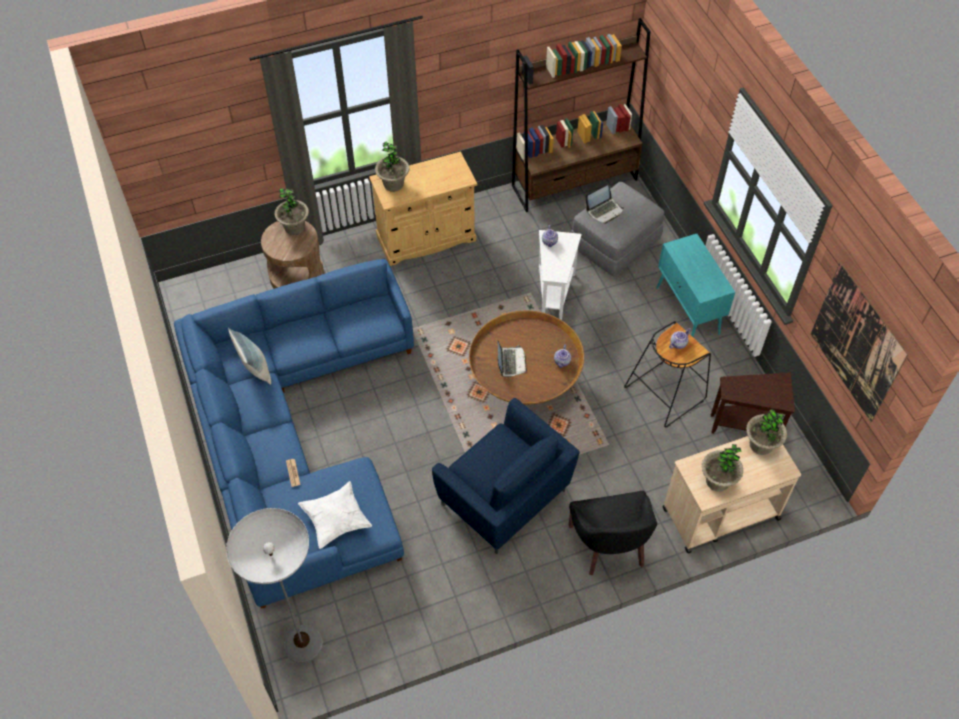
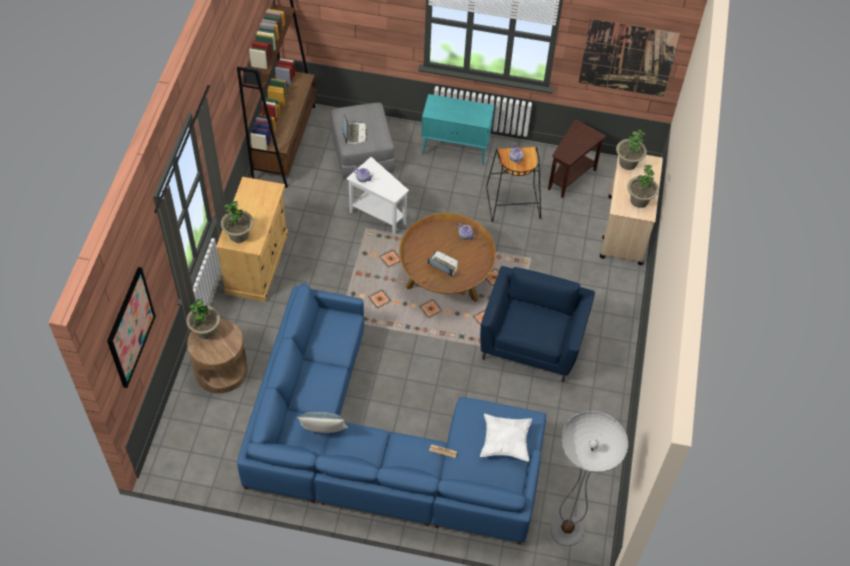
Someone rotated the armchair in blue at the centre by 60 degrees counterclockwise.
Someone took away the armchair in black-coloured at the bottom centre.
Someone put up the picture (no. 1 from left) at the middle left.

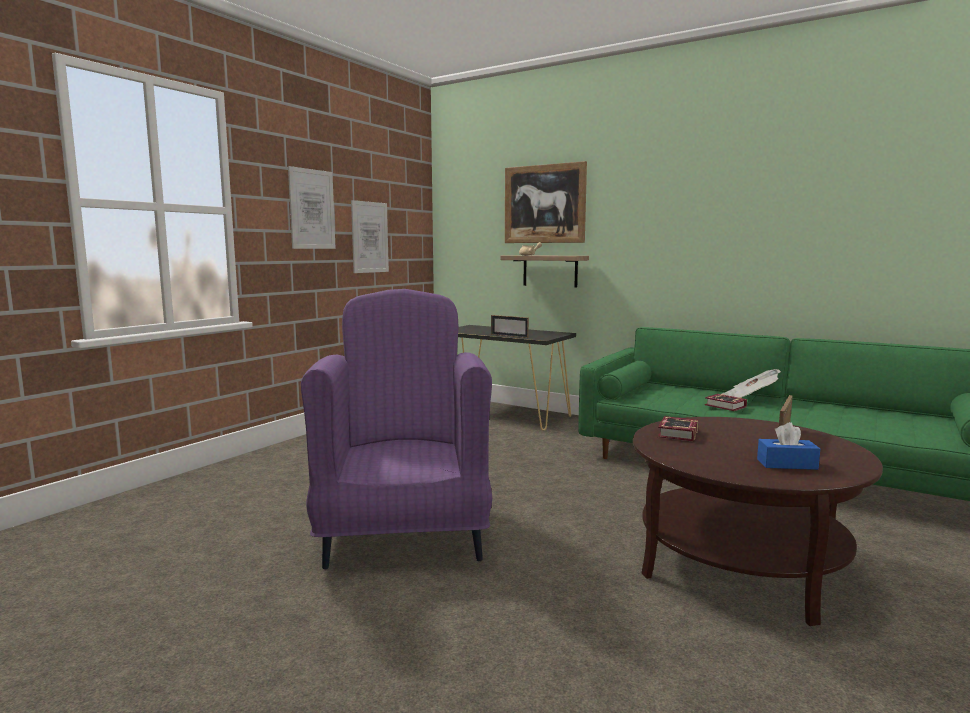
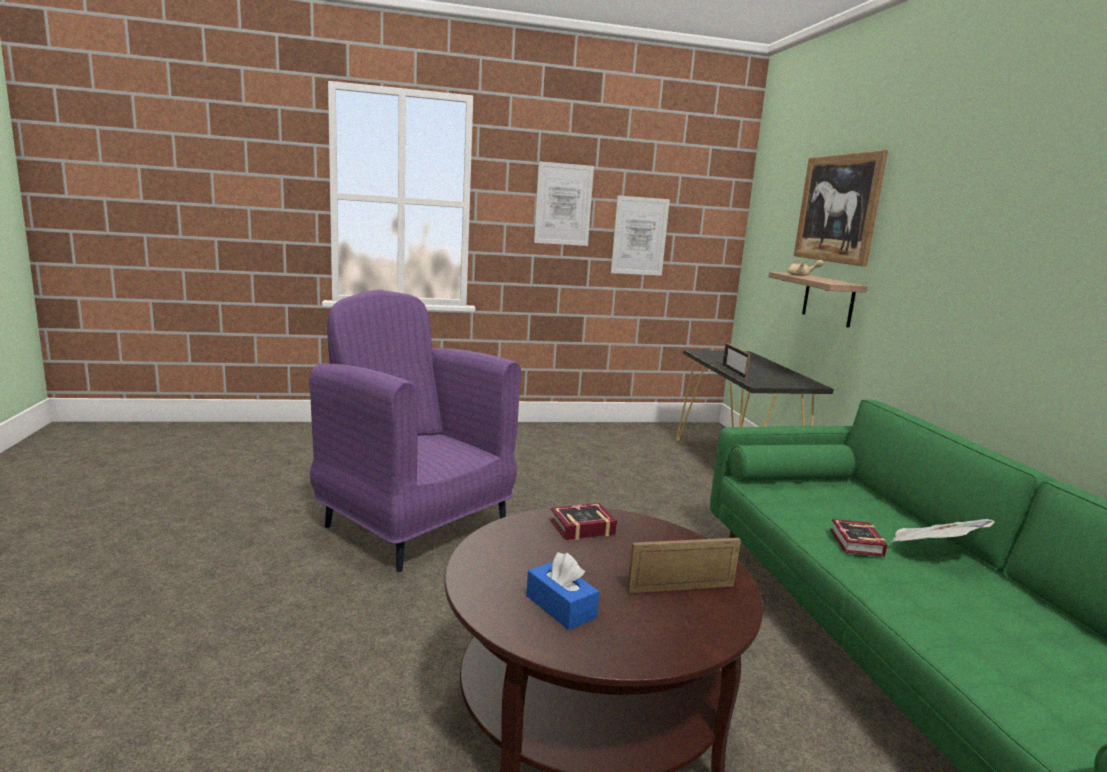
Someone rotated the armchair in purple at the centre by 90 degrees counterclockwise.

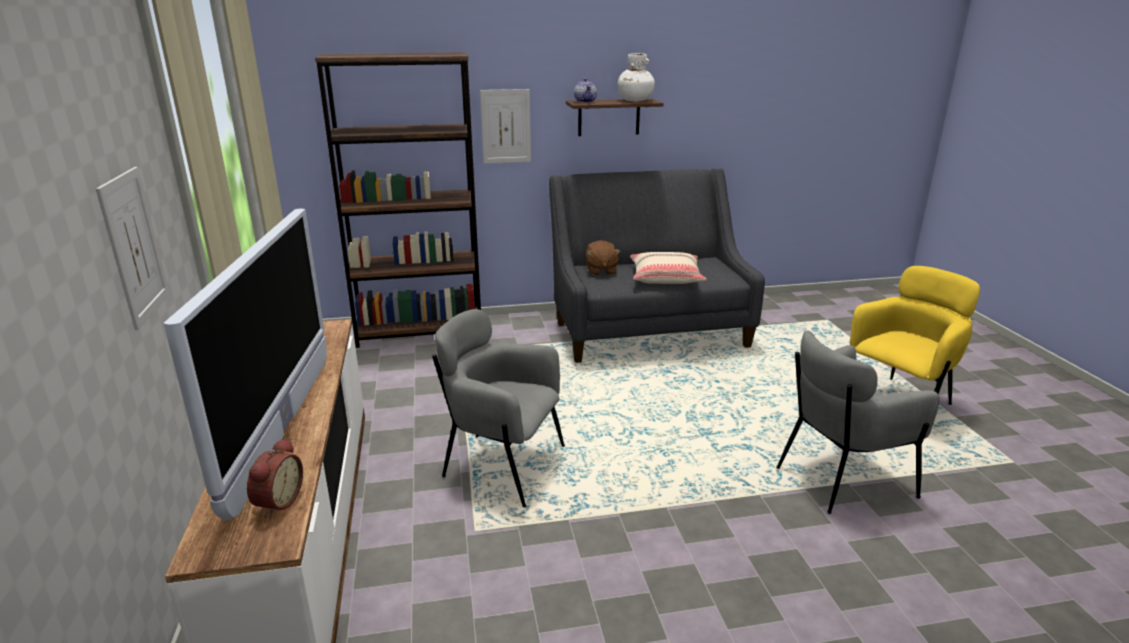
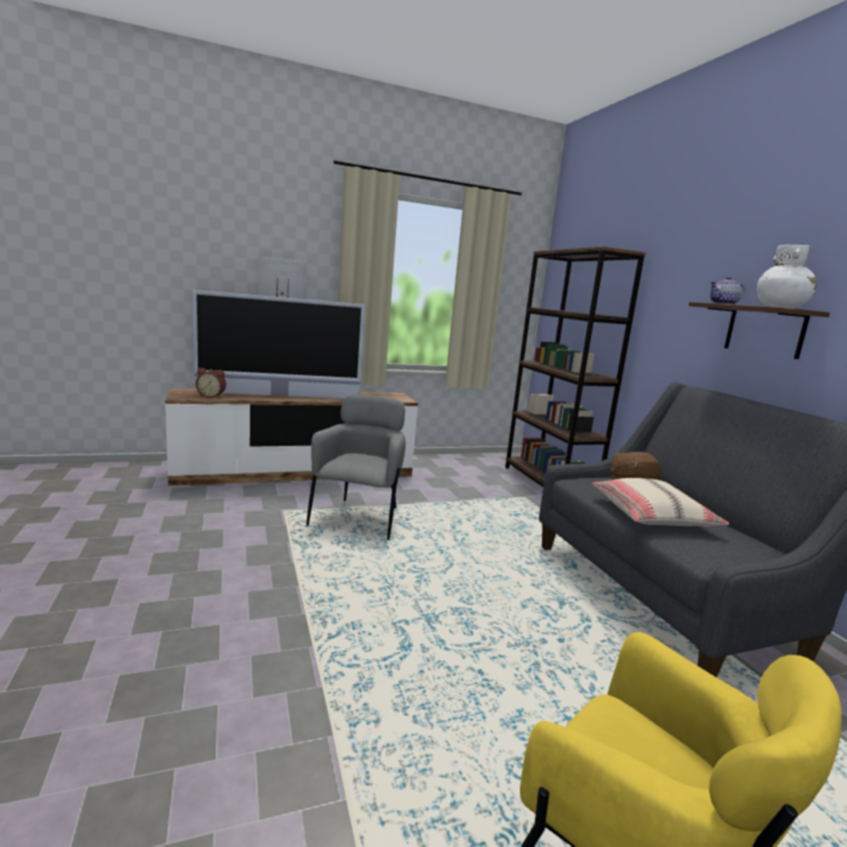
Someone took away the picture (no. 2 from left) at the top centre.
Someone took away the armchair in grey (no. 2 from left) at the middle right.

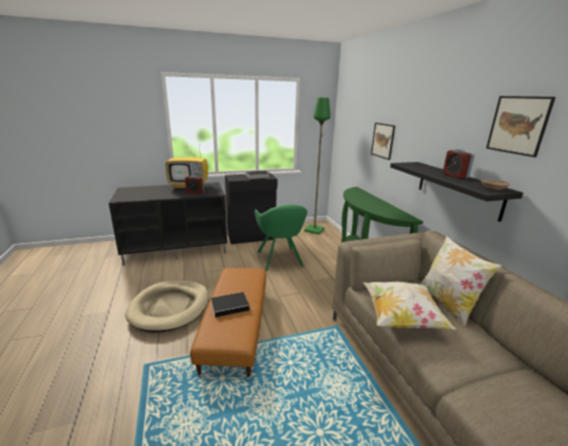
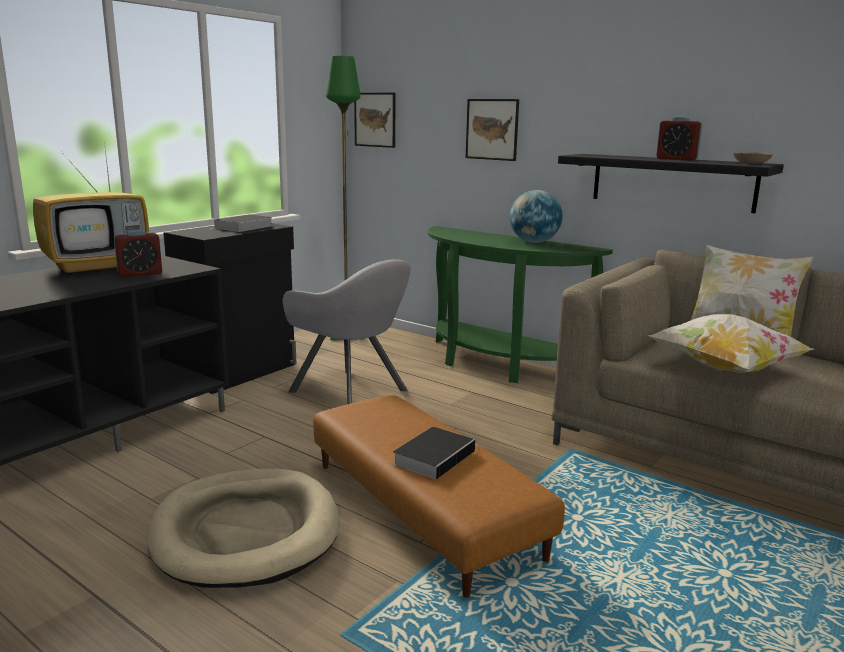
Someone carried the picture (no. 2 from left in the first image) from the top right to the top centre.
Someone repainted the armchair in greenish at the centre, which became the armchair in grey at the centre.
Someone put down the globe at the top centre.

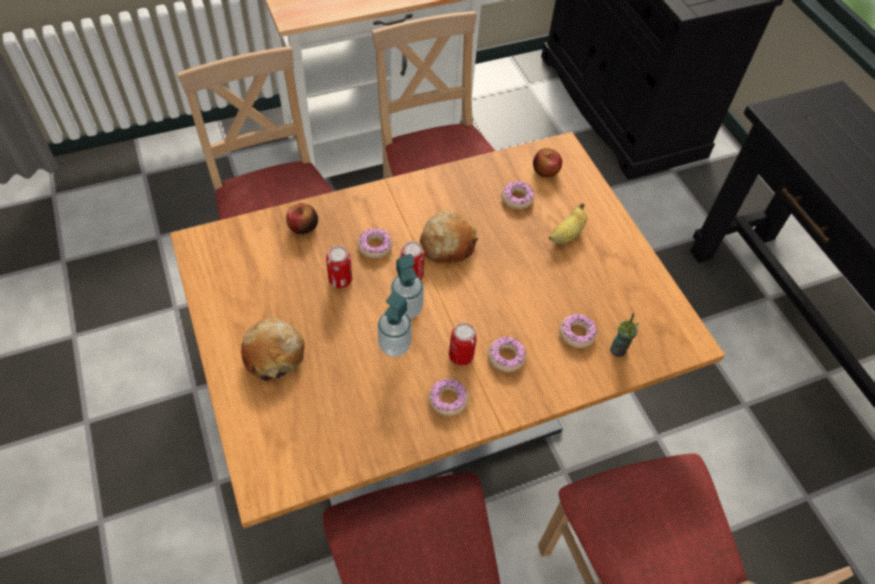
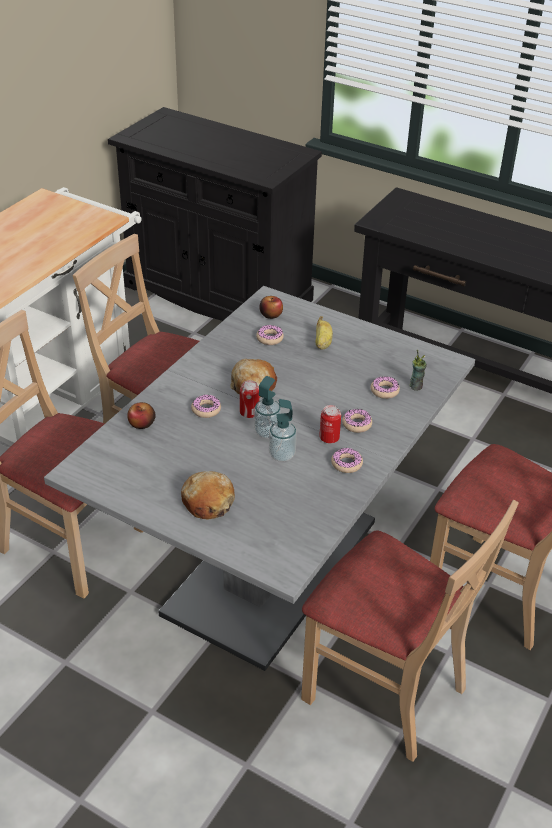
Someone repainted the kitchen table in brown-coloured at the centre, which became the kitchen table in grey at the centre.
Someone took away the can (no. 1 from left) at the centre.

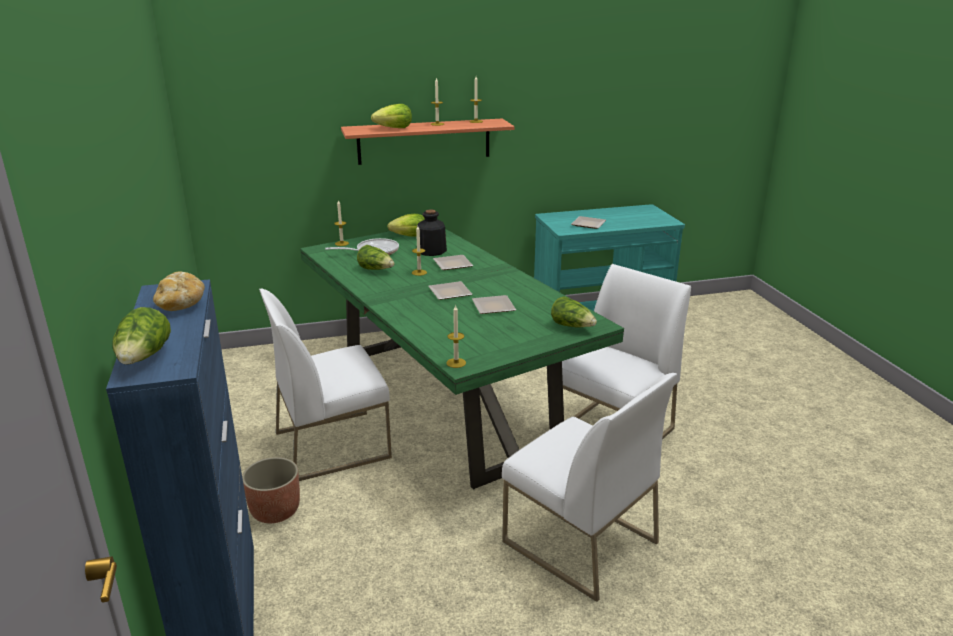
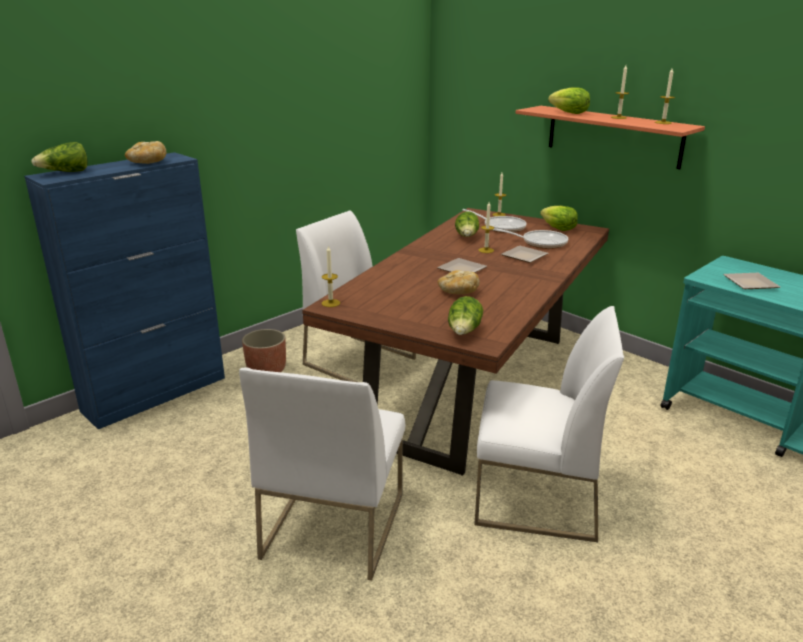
Someone swapped the drink bottle at the centre for the skillet (no. 2 from left) at the centre.
Someone repainted the kitchen table in greenish at the centre, which became the kitchen table in brown-coloured at the centre.
Someone swapped the dinner plate (no. 3 from left) at the centre for the bread (no. 2 from left) at the centre.

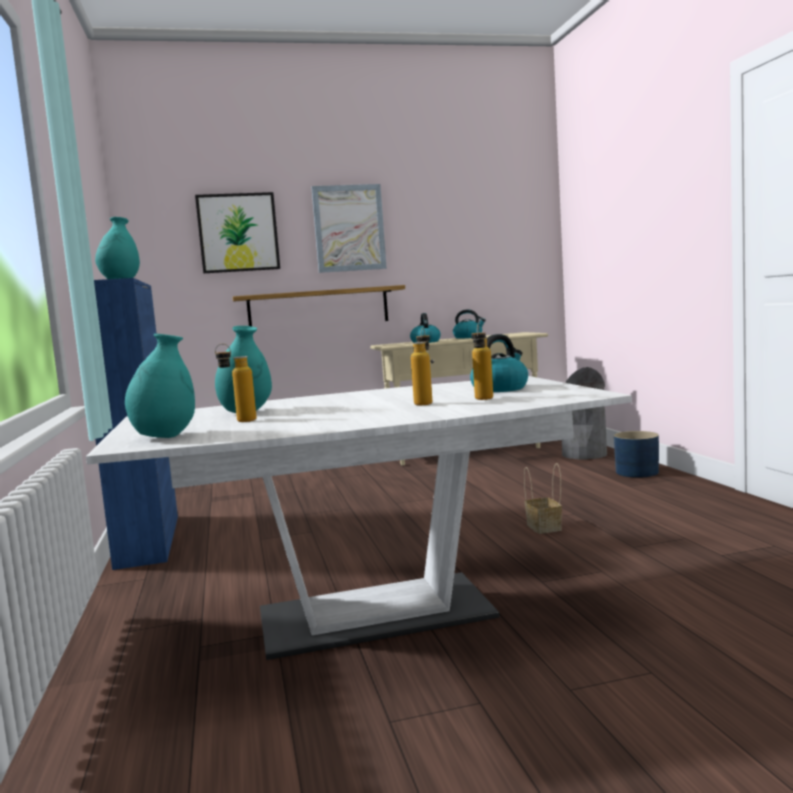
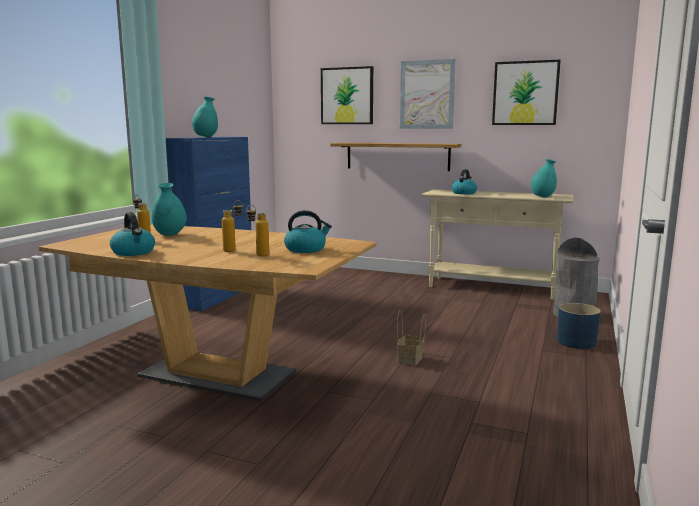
Someone carried the water kettle (no. 2 from left in the first image) from the centre to the middle left.
Someone carried the vase in turquoise-coloured (no. 2 from left in the first image) from the middle left to the middle right.
Someone repainted the kitchen table in white at the centre, which became the kitchen table in brown-coloured at the middle left.
Someone put up the picture (no. 3 from left) at the top right.

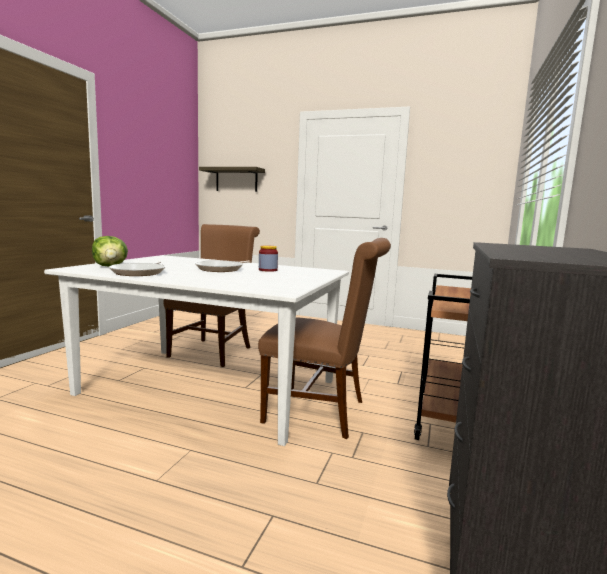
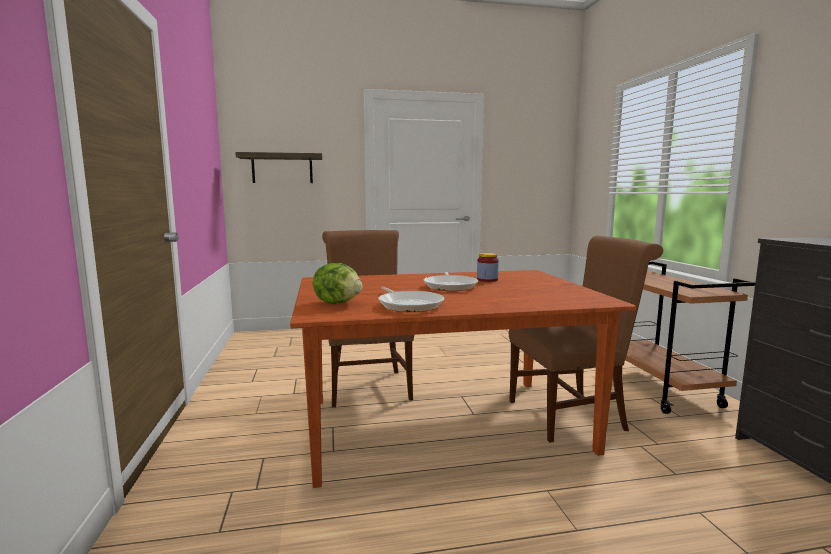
Someone repainted the kitchen table in white at the middle left, which became the kitchen table in brown-coloured at the bottom centre.

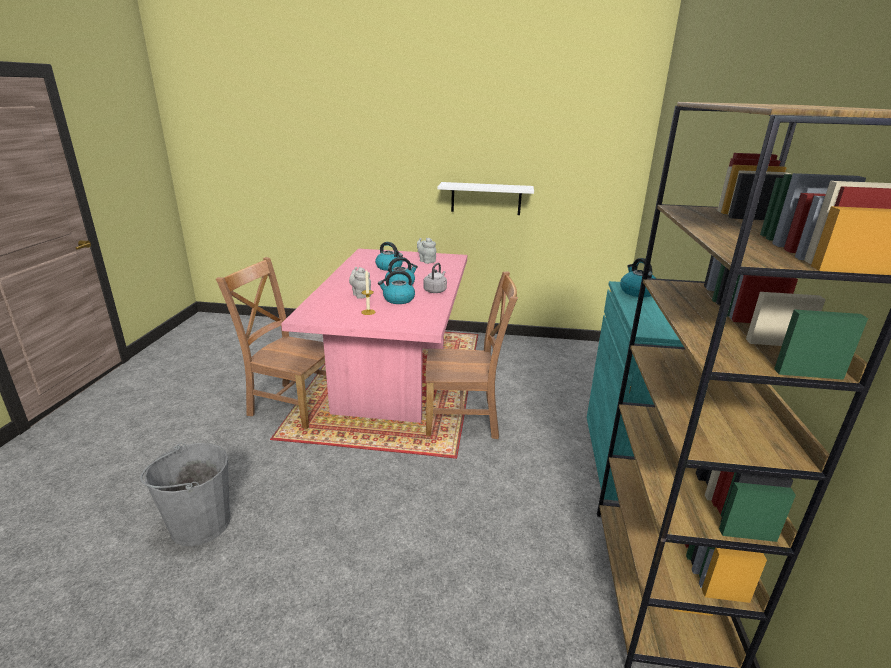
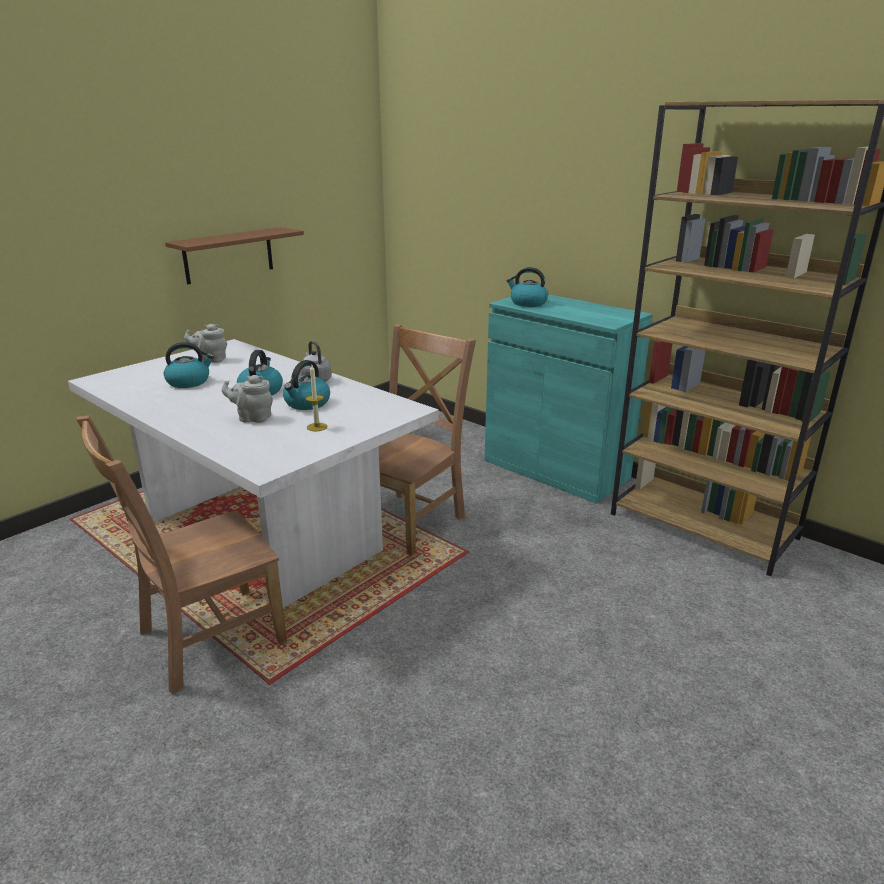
Someone repainted the wall shelf in white at the top centre, which became the wall shelf in brown-coloured at the top left.
Someone repainted the kitchen table in pinkish at the centre, which became the kitchen table in white at the middle left.
Someone took away the bucket in grey at the bottom left.

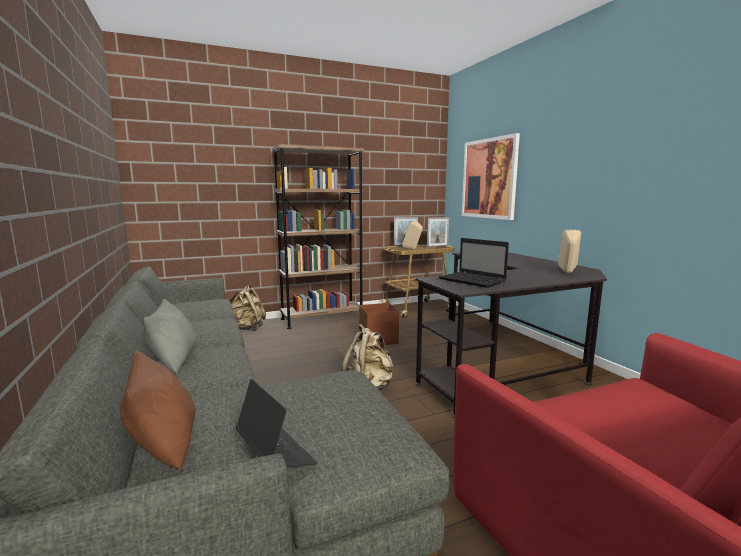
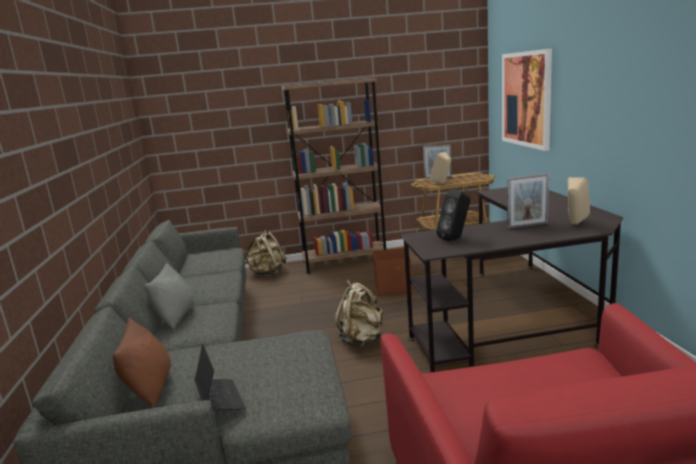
Someone carried the picture frame (no. 2 from left) from the centre to the middle right.
Someone swapped the laptop (no. 2 from left) at the centre for the loudspeaker in black-coloured at the centre.

